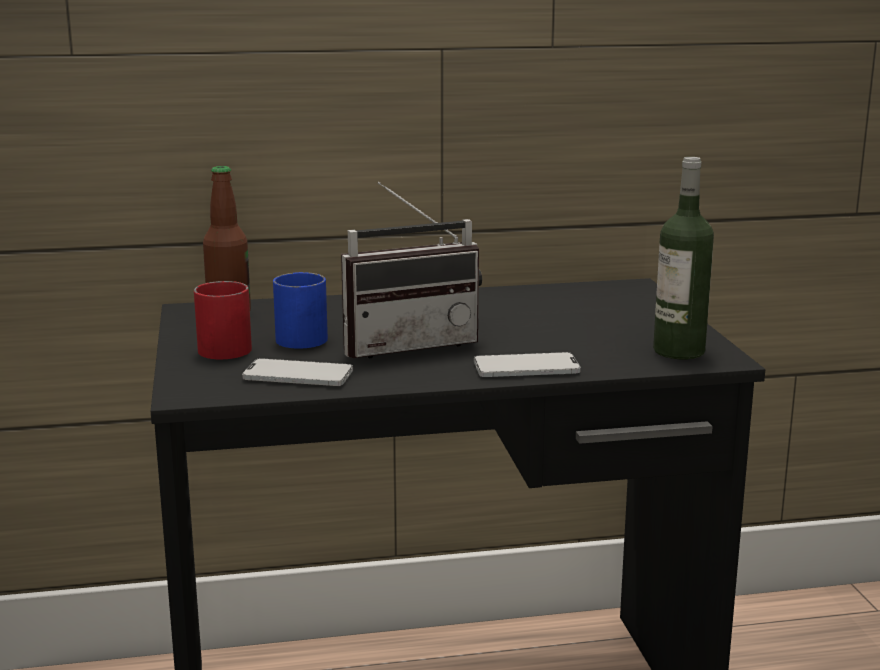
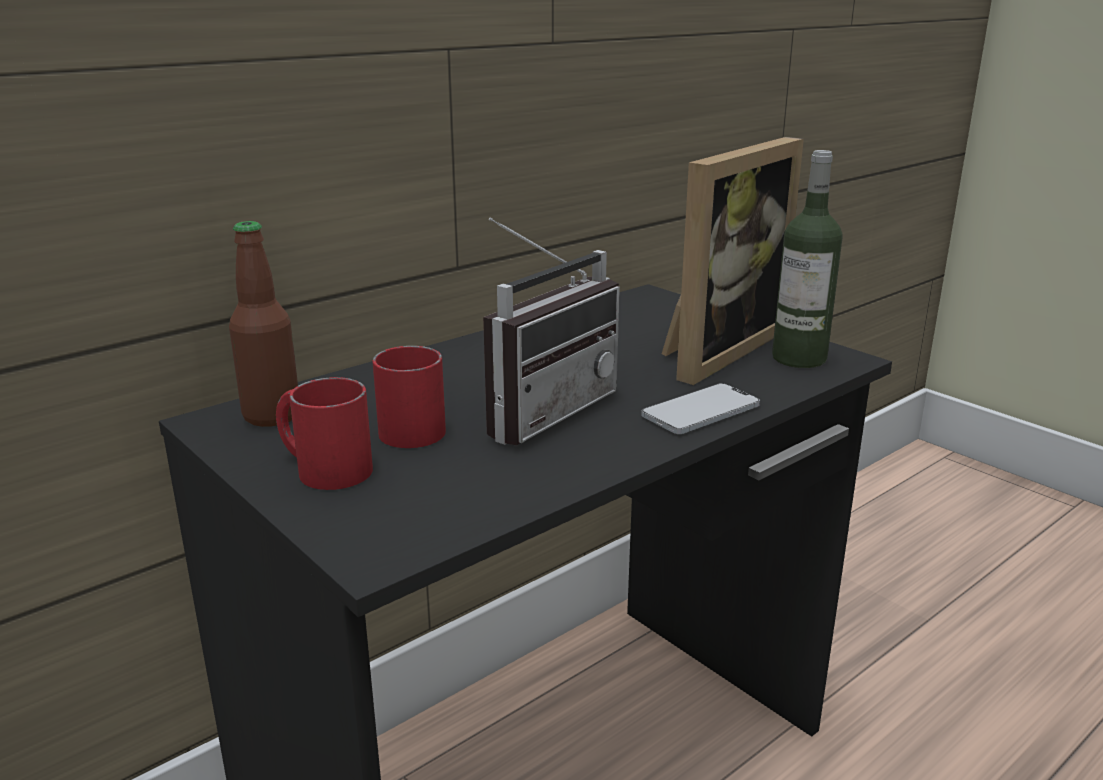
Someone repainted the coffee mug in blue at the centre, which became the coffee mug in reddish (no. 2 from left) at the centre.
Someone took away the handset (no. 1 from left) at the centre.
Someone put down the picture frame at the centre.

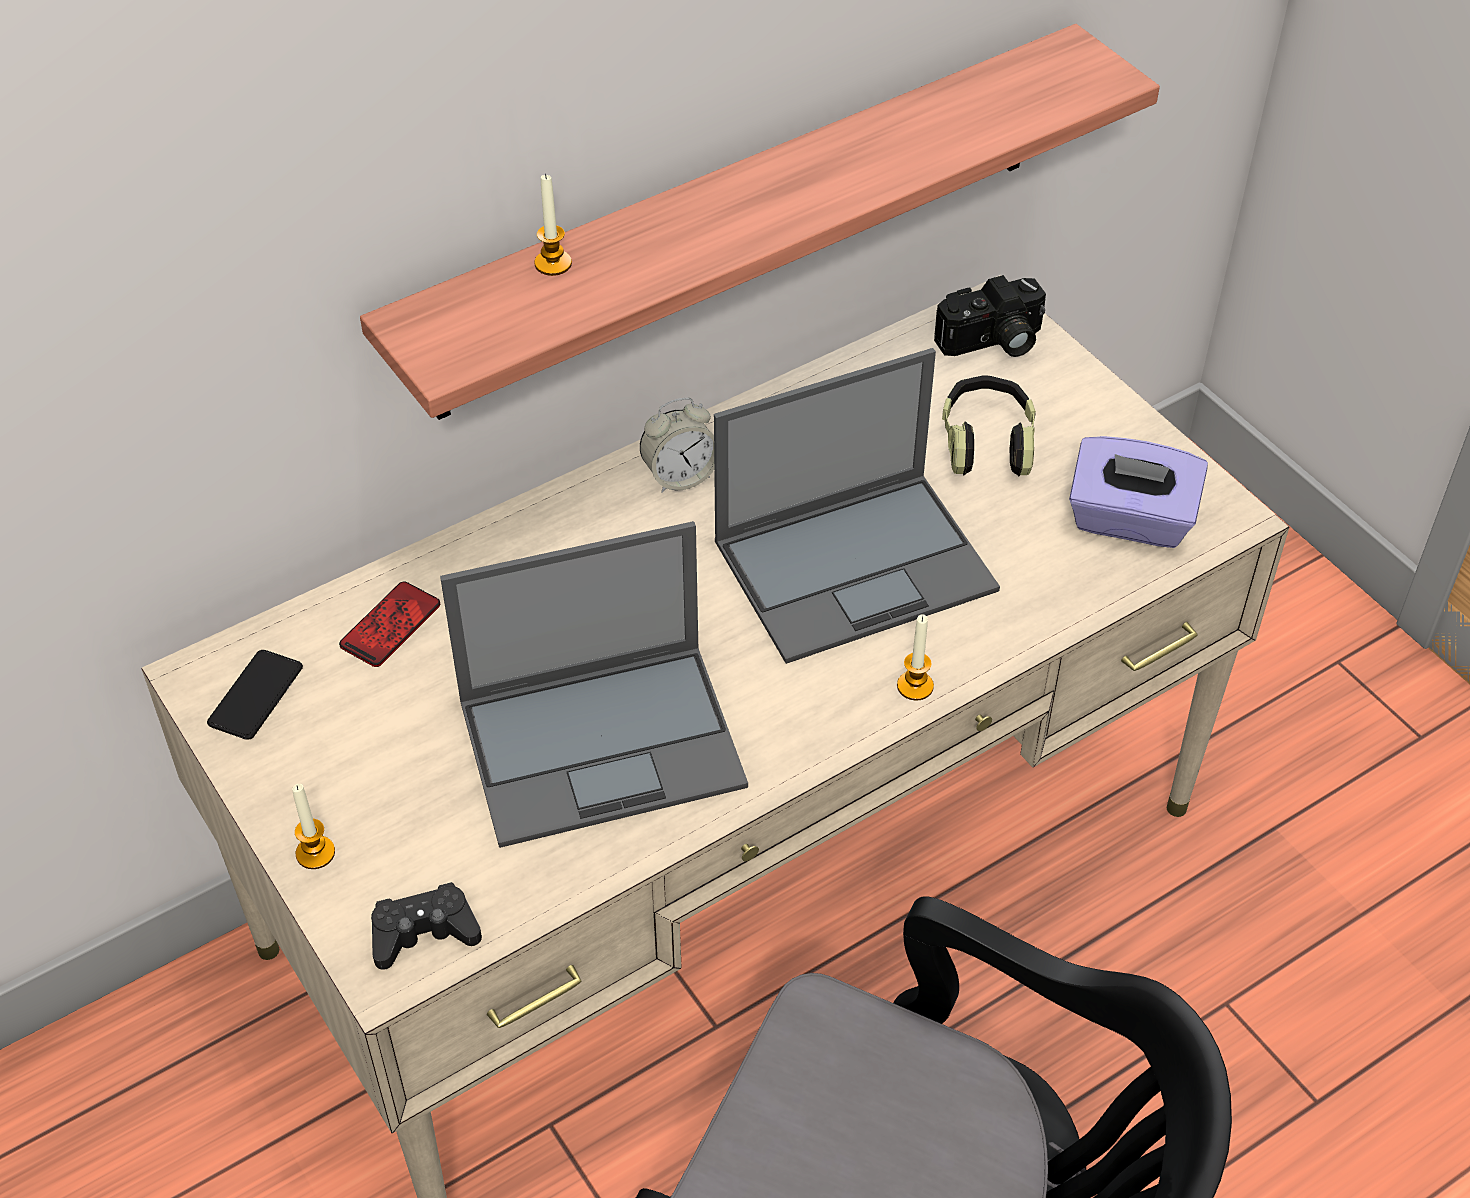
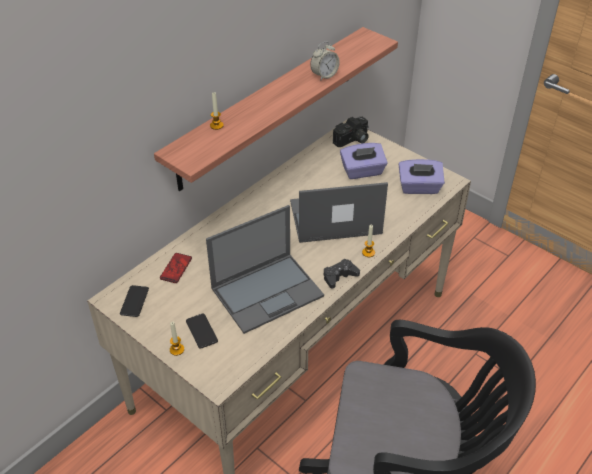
Someone rotated the laptop (no. 2 from left) at the centre by 150 degrees counterclockwise.
Someone swapped the pair of headphones at the middle right for the tissue holder in purple (no. 1 from left) at the centre.
Someone carried the alarm clock from the centre to the top centre.
Someone carried the joypad in black-coloured from the bottom left to the centre.
Someone put down the handset (no. 3 from left) at the bottom centre.

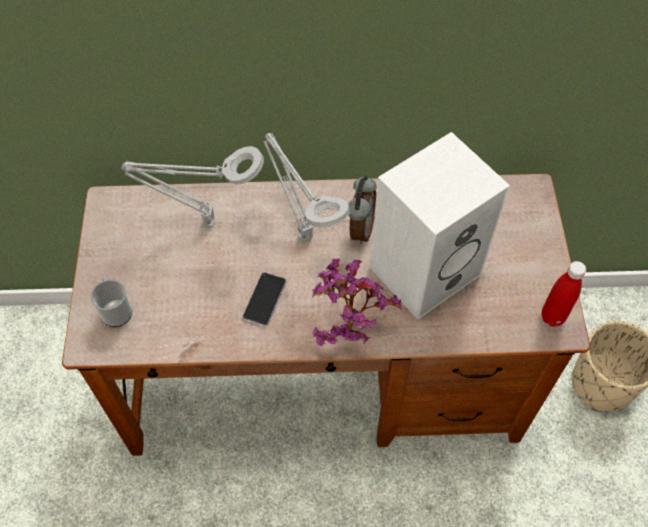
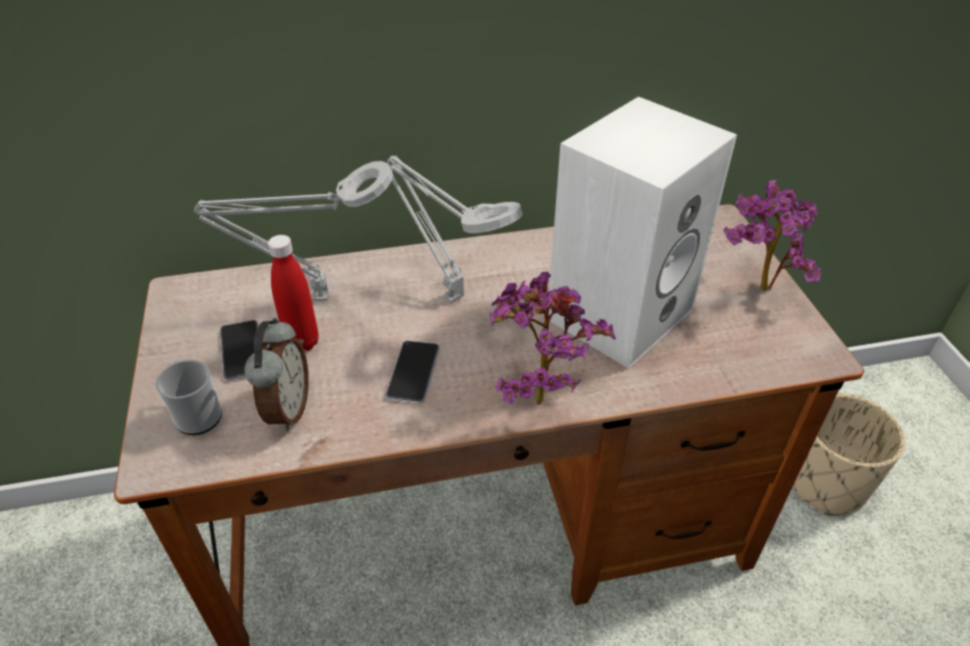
Someone carried the alarm clock from the centre to the middle left.
Someone carried the drink bottle in reddish from the middle right to the middle left.
Someone put down the plant in a pot (no. 2 from left) at the middle right.
Someone put down the handset (no. 1 from left) at the middle left.

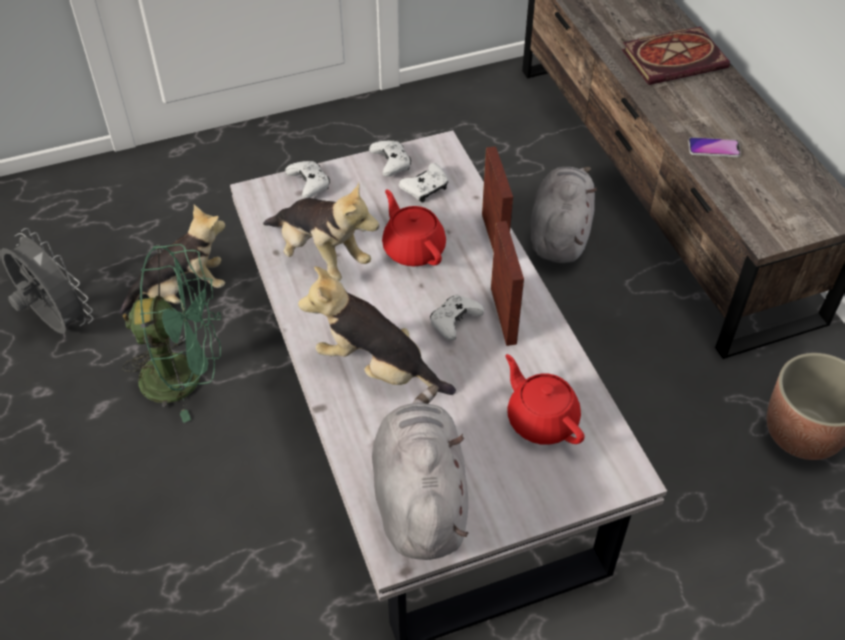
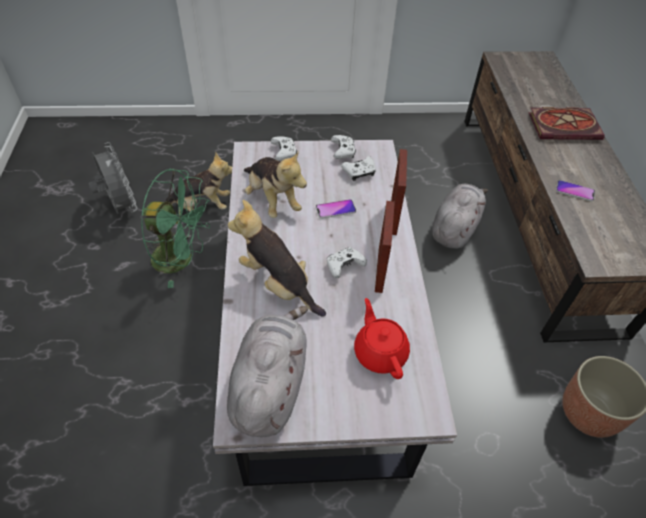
Someone swapped the tea pot in reddish (no. 1 from left) at the centre for the handset (no. 1 from left) at the centre.

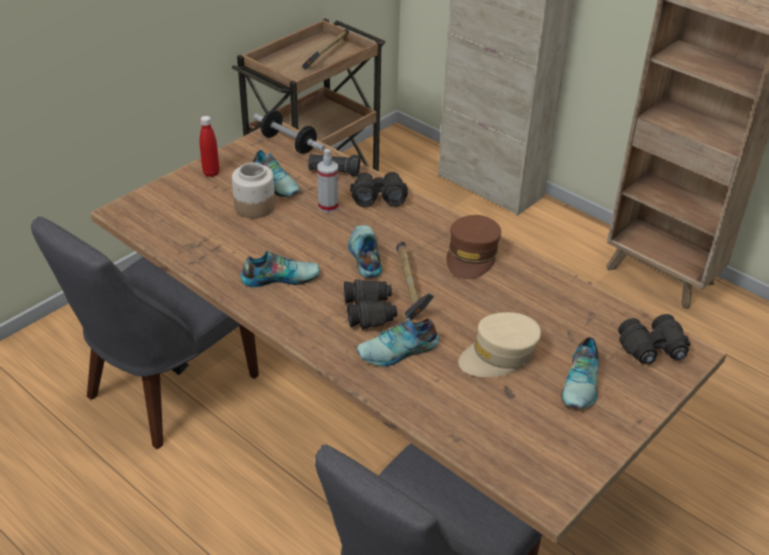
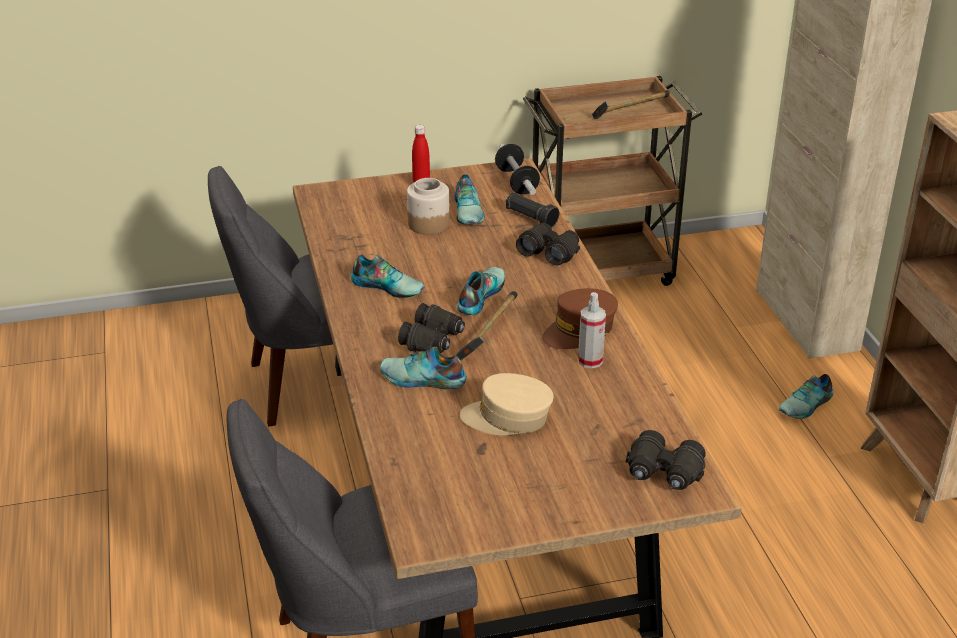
Someone carried the spray bottle from the top centre to the centre.
Someone carried the item of footwear (no. 5 from left) from the bottom right to the middle right.

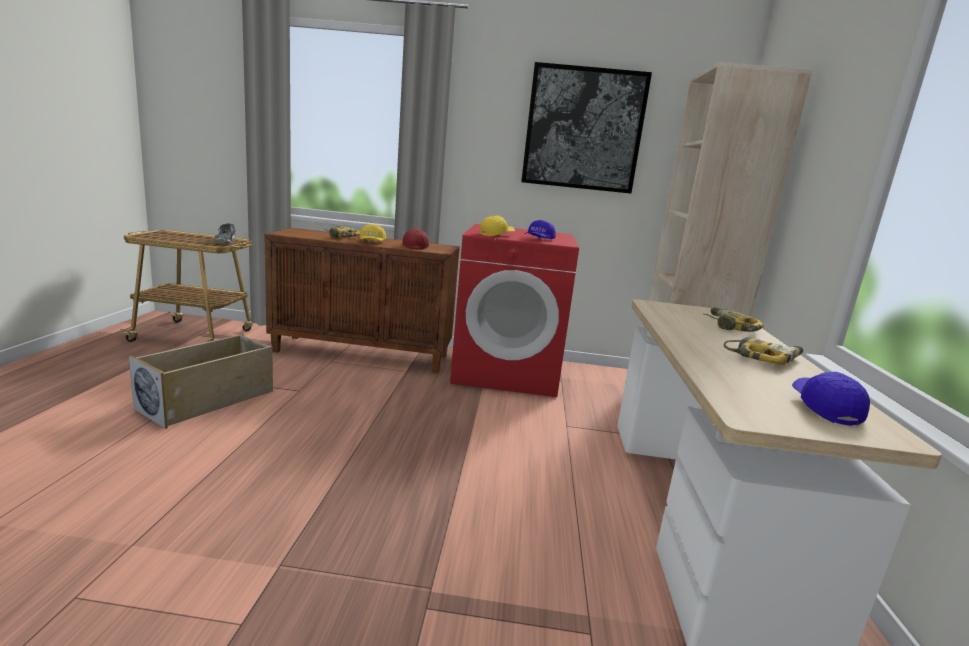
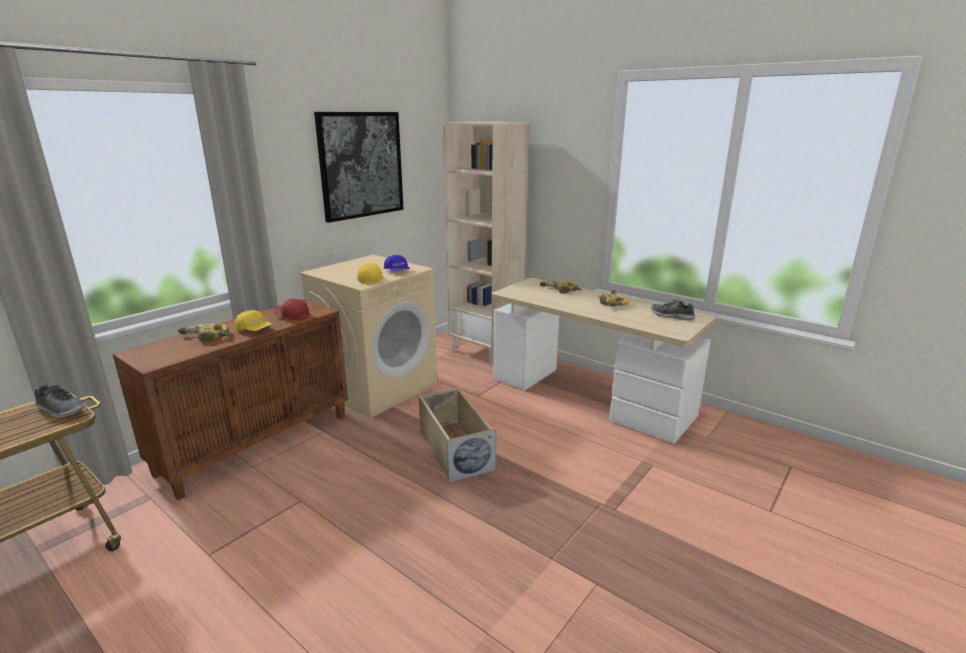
Someone repainted the laundry machine in reddish at the centre, which became the laundry machine in beige at the centre.
Someone carried the storage bin in beige from the middle left to the centre.
Someone swapped the peaked cap in blue (no. 2 from left) at the middle right for the item of footwear (no. 2 from left) at the middle right.

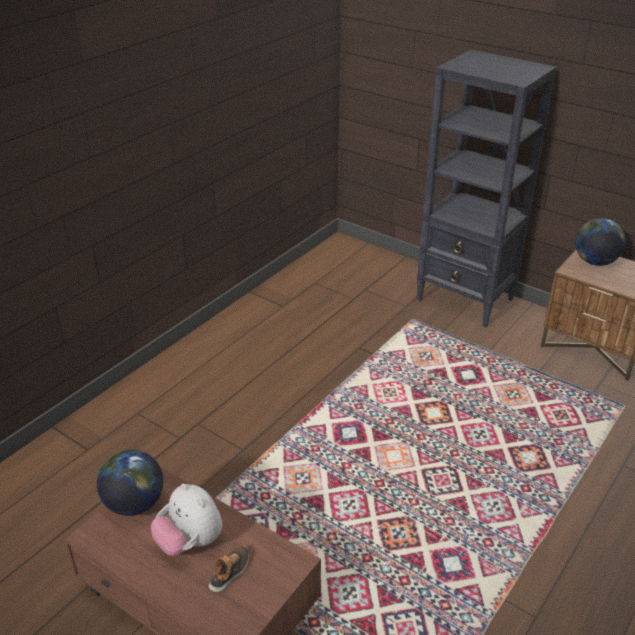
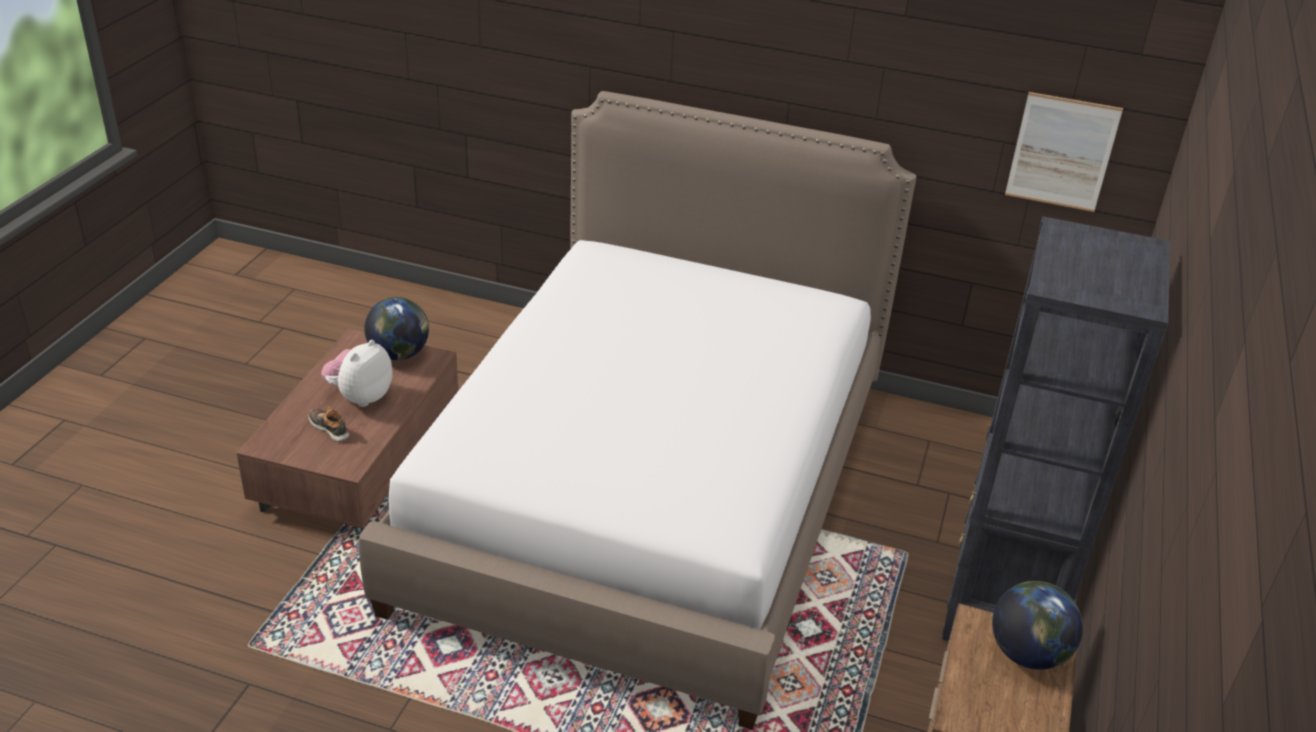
Someone rotated the item of footwear at the bottom centre by 150 degrees counterclockwise.
Someone put down the sleeping bed at the centre.
Someone put up the picture at the top right.

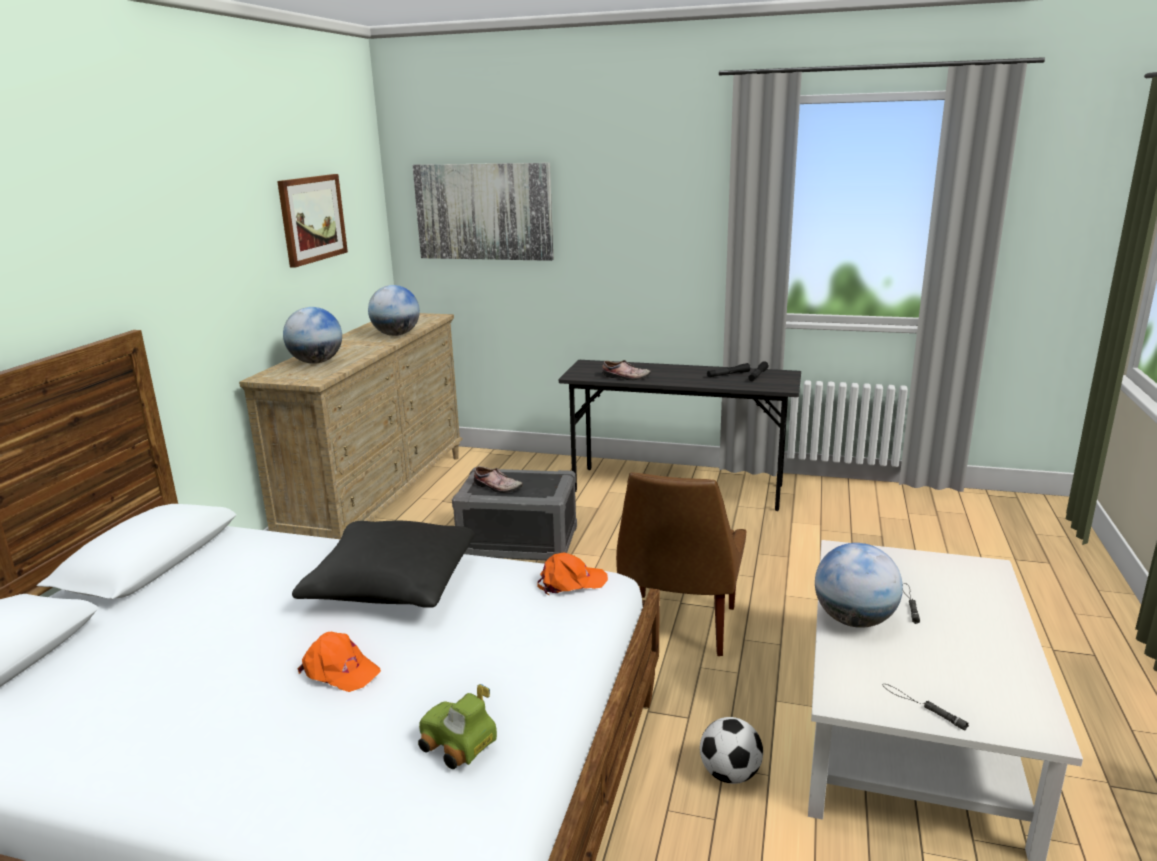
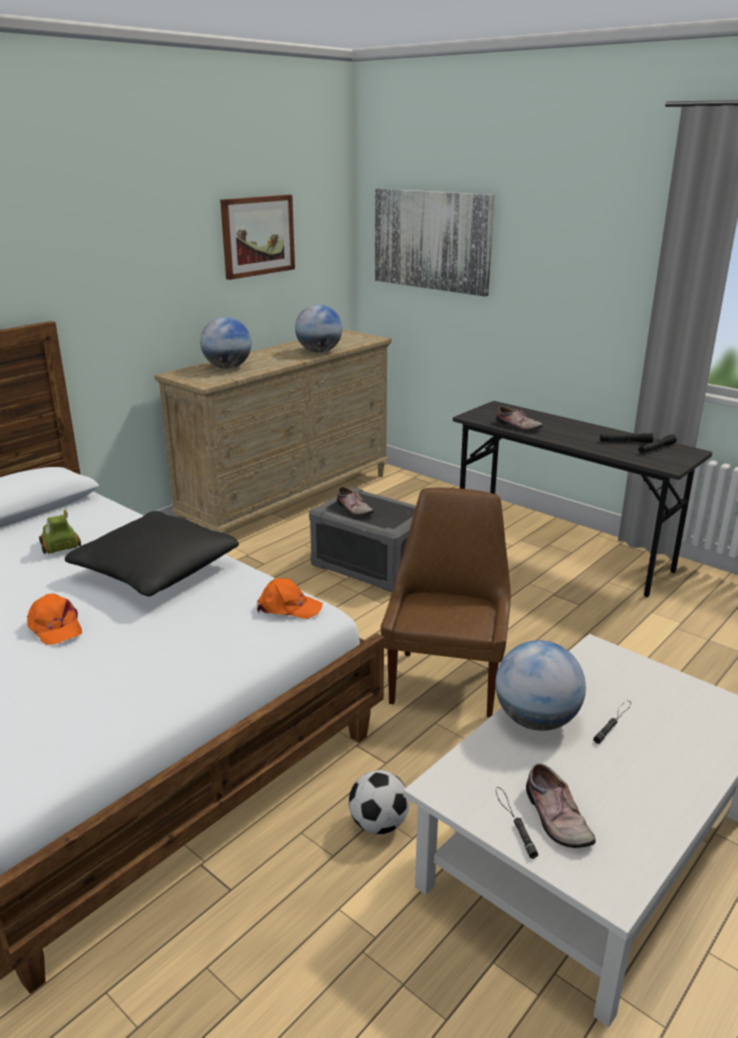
Someone rotated the chair in brown-coloured at the centre by 150 degrees clockwise.
Someone carried the model car from the bottom centre to the middle left.
Someone put down the item of footwear (no. 3 from left) at the bottom right.

